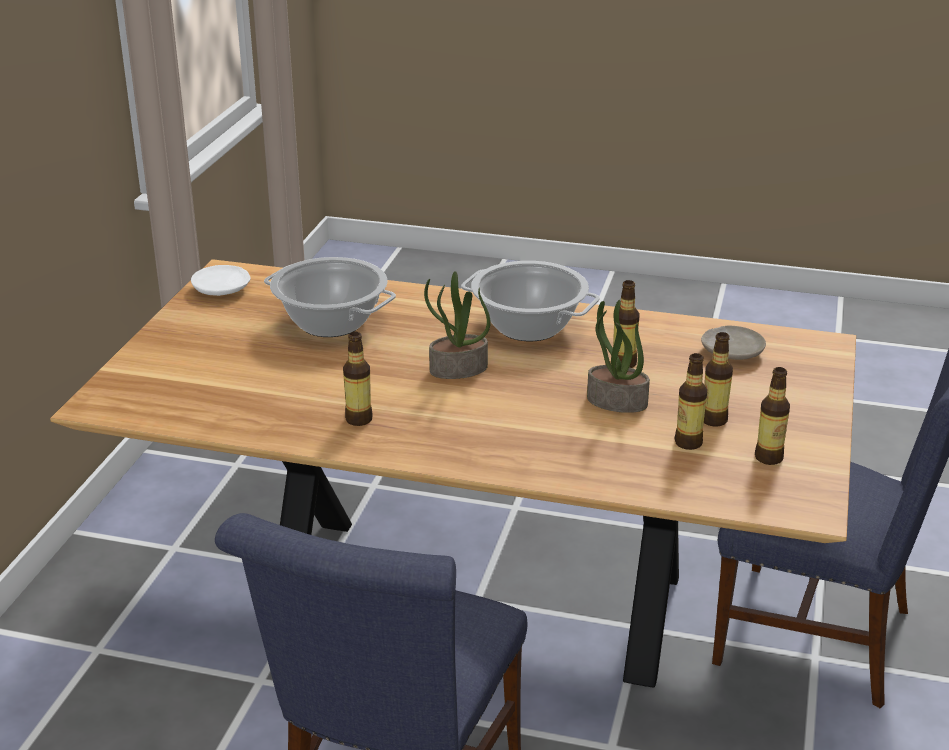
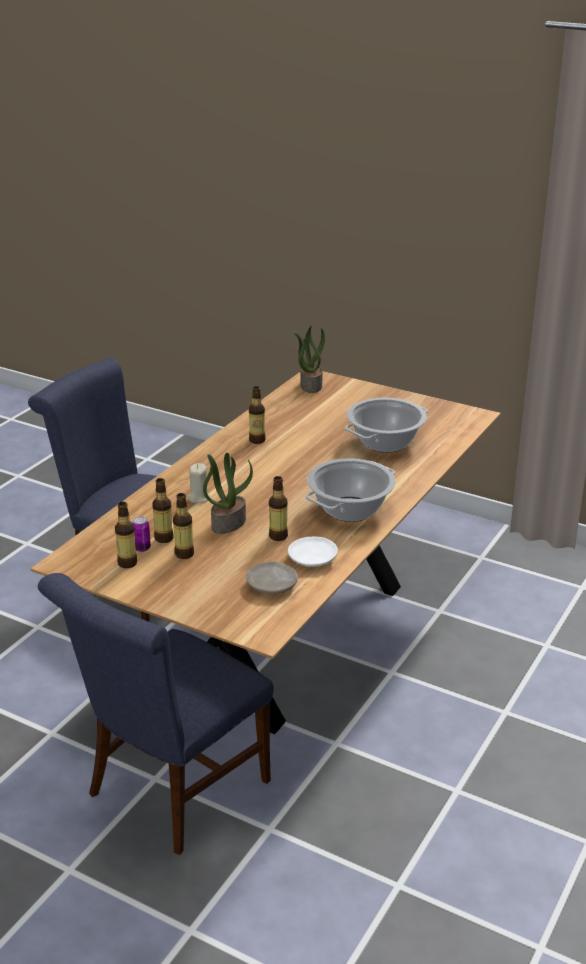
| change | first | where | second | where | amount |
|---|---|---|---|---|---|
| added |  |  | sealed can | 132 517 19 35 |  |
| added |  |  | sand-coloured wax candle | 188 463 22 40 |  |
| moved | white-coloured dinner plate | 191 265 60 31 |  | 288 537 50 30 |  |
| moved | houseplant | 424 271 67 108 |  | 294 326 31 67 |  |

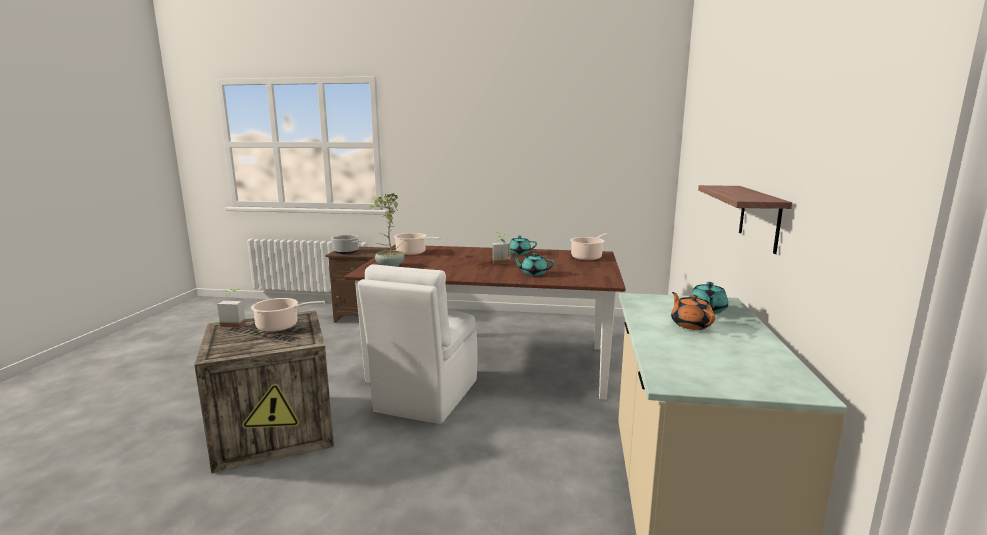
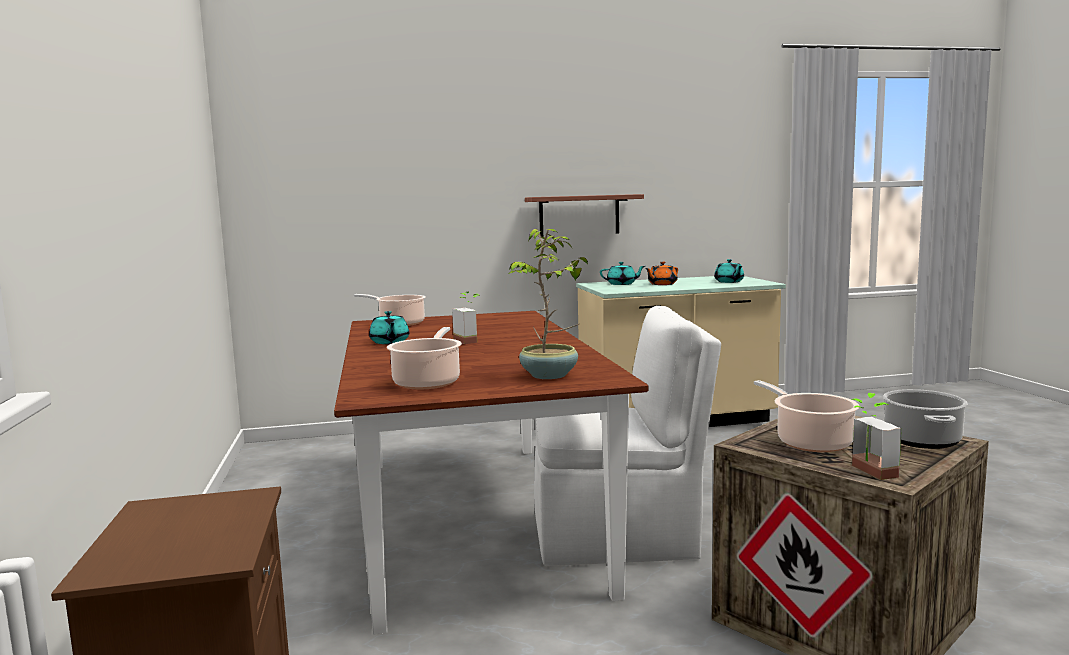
| change | first | where | second | where | amount |
|---|---|---|---|---|---|
| moved | stockpot | 330 235 31 19 |  | 883 389 85 60 |  |
| moved | turquoise-coloured tea pot | 513 253 42 23 |  | 714 259 30 24 |  |

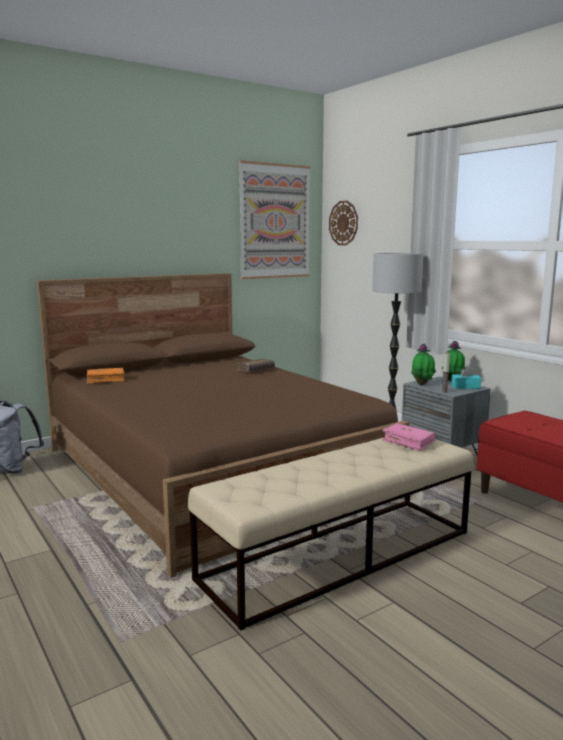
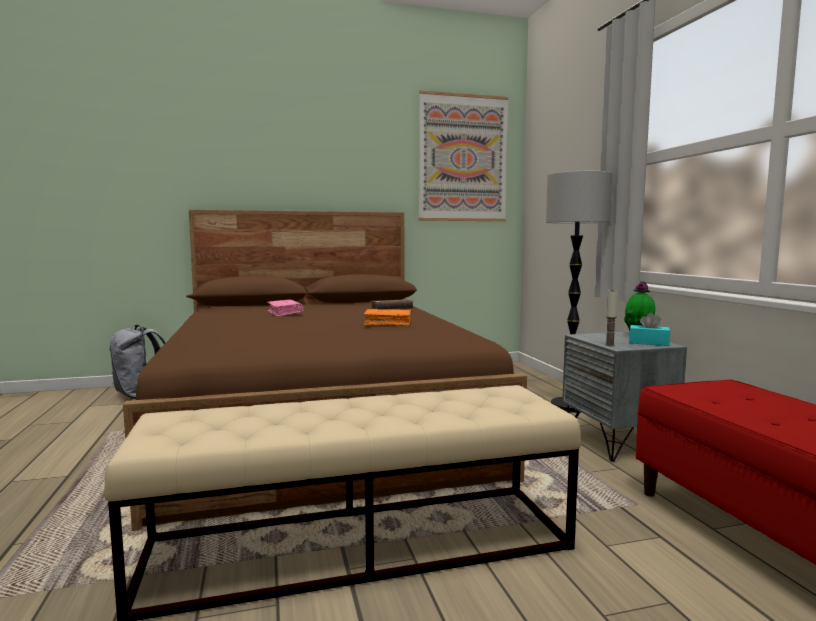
| change | first | where | second | where | amount |
|---|---|---|---|---|---|
| removed | clock on the wall | 329 201 29 44 |  |  |  |
| removed | houseplant | 411 344 25 41 |  |  |  |
| moved | orange volume | 87 368 37 16 |  | 364 309 47 17 |  |
| moved | pink-coloured volume | 382 423 54 28 |  | 267 300 37 17 |  |

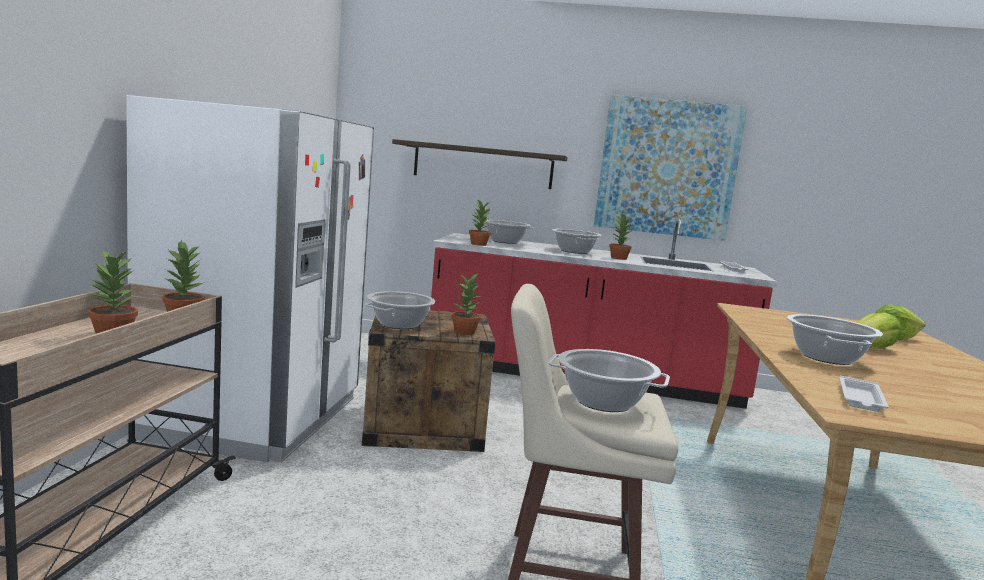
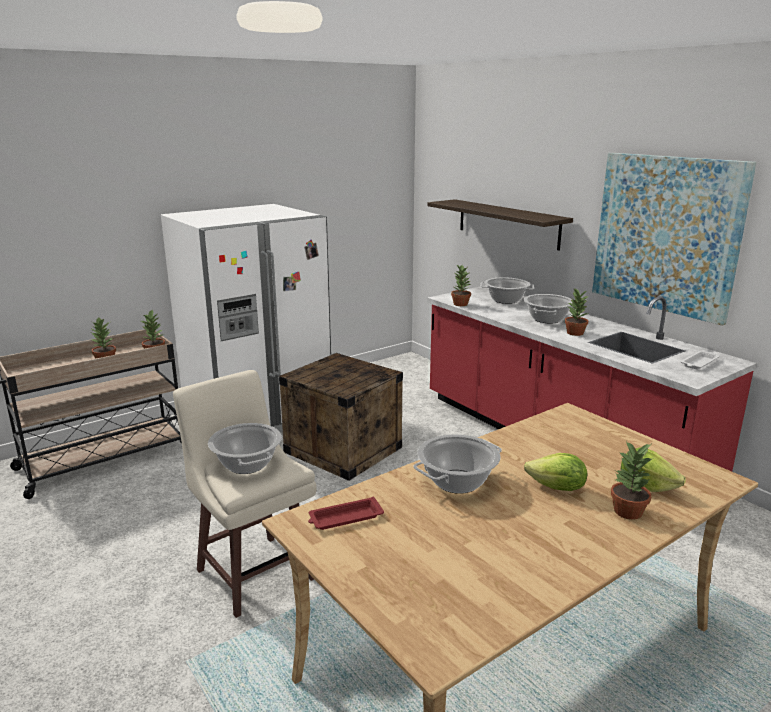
| change | first | where | second | where | amount |
|---|---|---|---|---|---|
| removed | stockpot | 365 291 70 38 |  |  |  |
| moved | houseplant | 451 273 30 62 |  | 611 441 42 79 |  |
| recoloured | white-coloured tray | 839 376 50 36 | reddish tray | 308 497 76 33 |  |

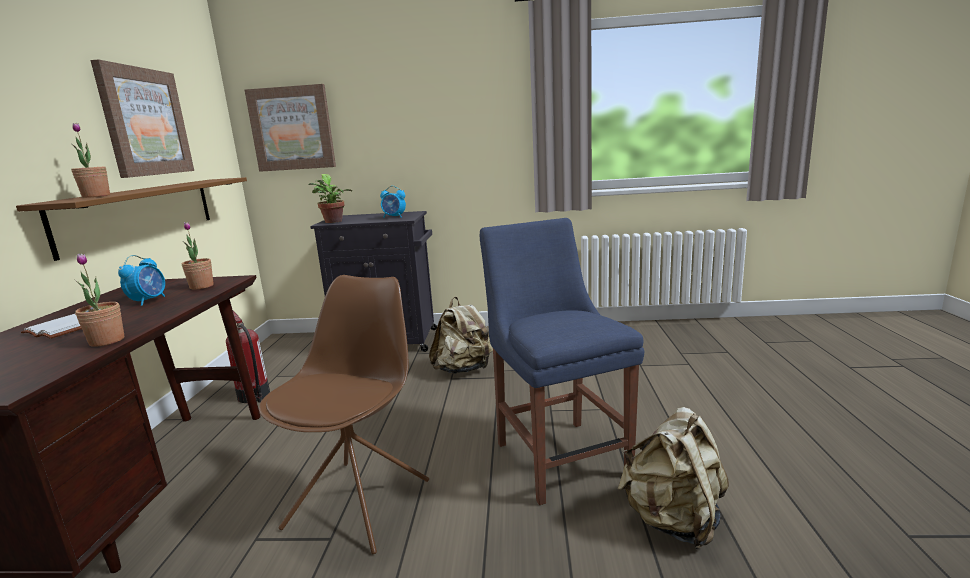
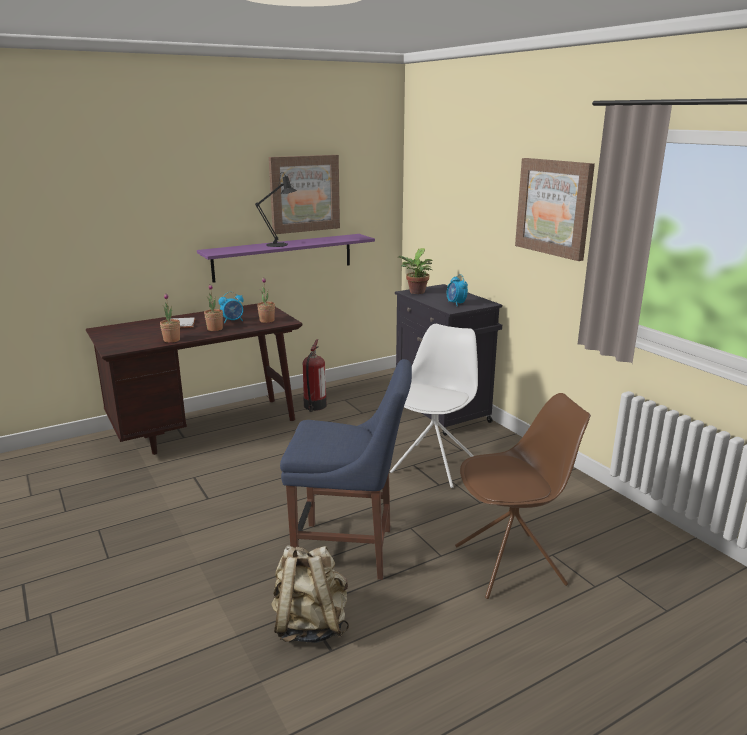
| change | first | where | second | where | amount |
|---|---|---|---|---|---|
| added |  |  | blackish table lamp | 255 172 42 75 |  |
| moved | houseplant | 71 123 39 75 |  | 204 284 19 47 |  |
| moved | wall art | 245 84 91 88 |  | 515 158 80 103 |  |
| moved | brownish upright chair | 259 275 170 280 |  | 455 393 136 206 |  |
| replaced | sand-coloured backpack | 429 297 64 77 | white-coloured upright chair | 390 324 88 164 |  |
| recoloured | brownish shelf | 16 177 231 84 | purplish shelf | 197 234 178 49 |  |
| turned | bluish upright chair | 480 218 164 287 |  | 280 359 132 221 | 60 degrees clockwise |

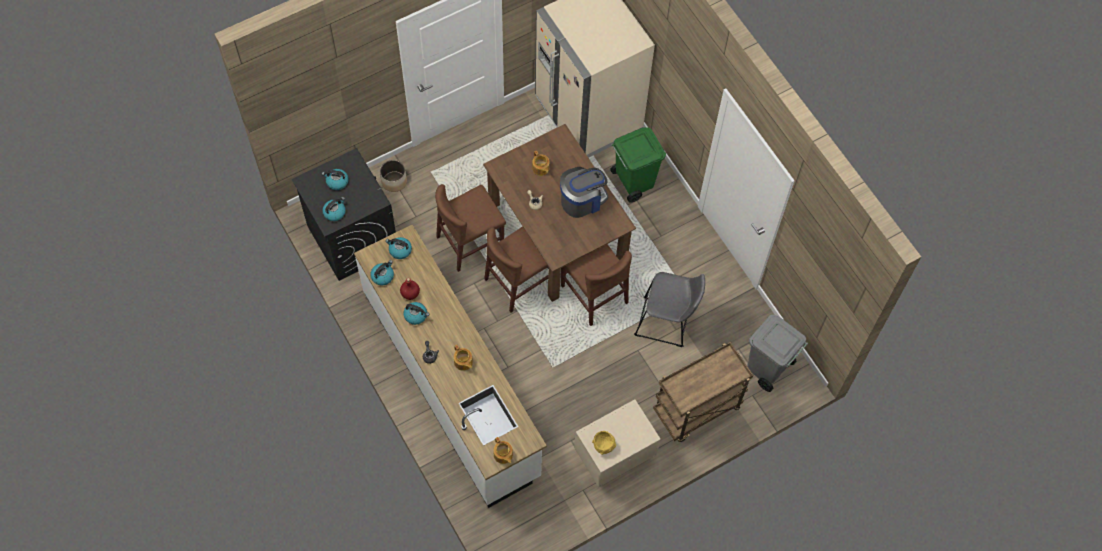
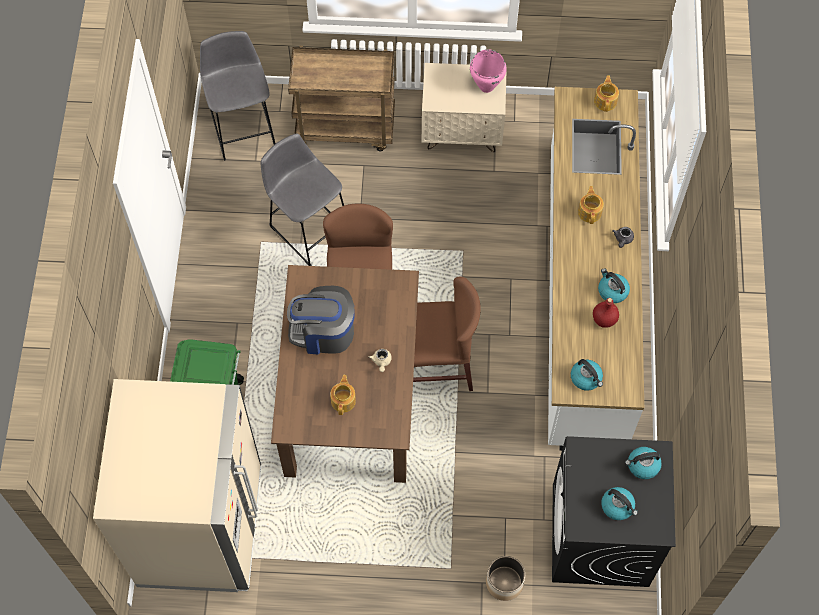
| change | first | where | second | where | amount |
|---|---|---|---|---|---|
| removed | water kettle | 370 260 24 26 |  |  |  |
| removed | brownish upright chair | 435 184 71 88 |  |  |  |
| replaced | yellow serving bowl | 592 431 24 24 | pink-coloured stockpot | 470 49 37 44 |  |
| replaced | grey trash can | 747 315 61 77 | grey stool | 200 31 76 130 |  |

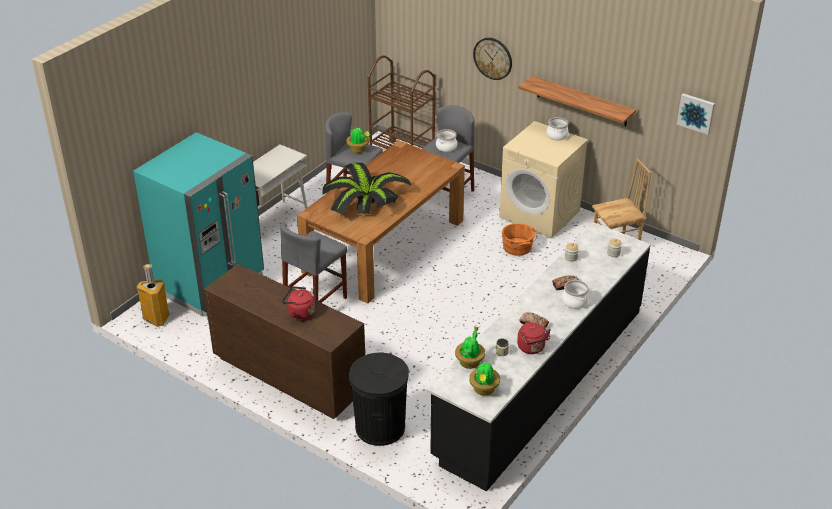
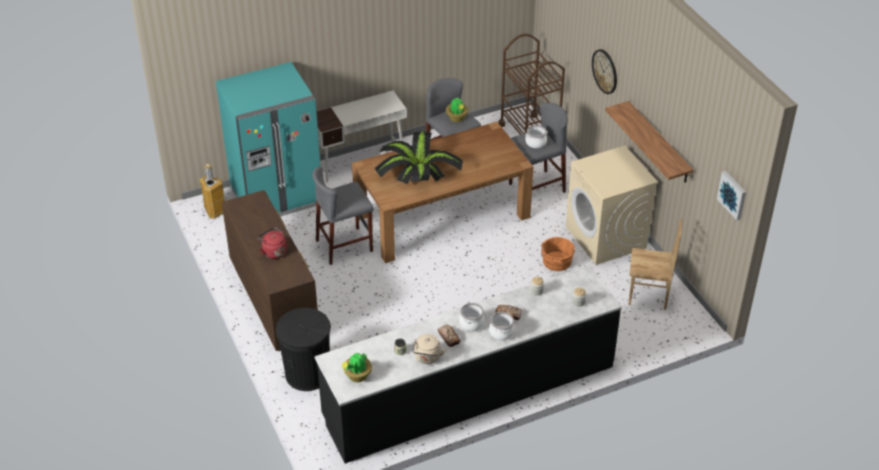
| change | first | where | second | where | amount |
|---|---|---|---|---|---|
| removed | houseplant | 455 326 30 43 |  |  |  |
| moved | stockpot | 546 117 23 24 |  | 459 303 26 28 |  |
| recoloured | reddish water kettle | 517 322 34 32 | sand-coloured water kettle | 412 334 34 30 |  |

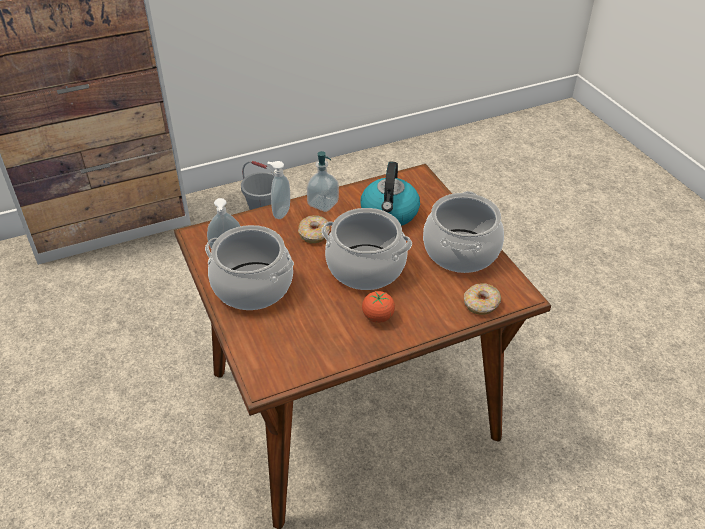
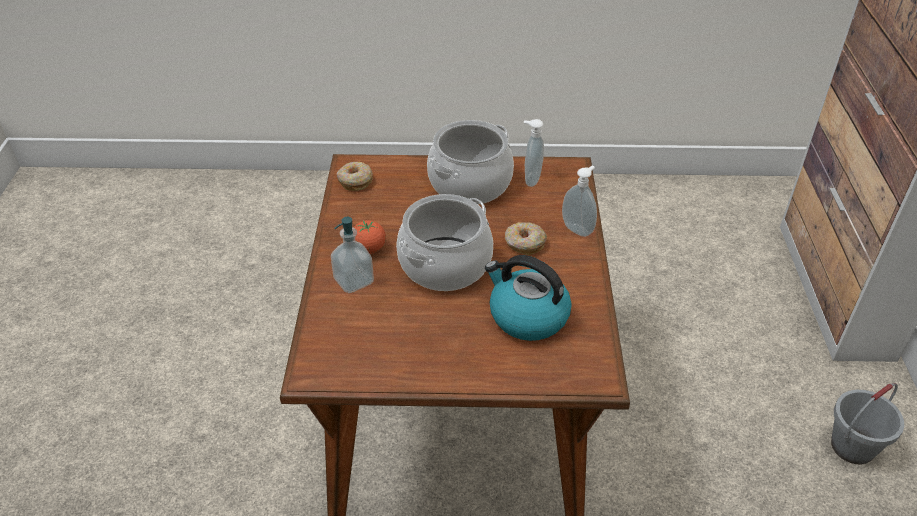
| change | first | where | second | where | amount |
|---|---|---|---|---|---|
| removed | stockpot | 423 191 81 82 |  |  |  |
| moved | soap dispenser | 307 151 32 61 |  | 331 217 43 76 |  |
| moved | donut | 464 283 37 32 |  | 337 162 36 29 |  |

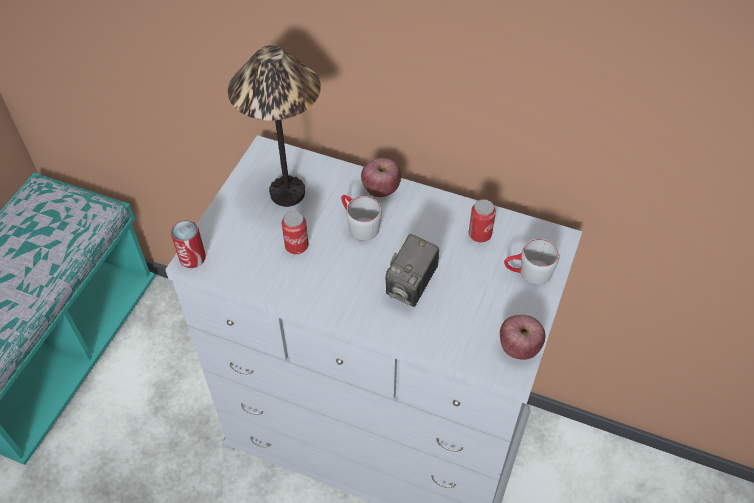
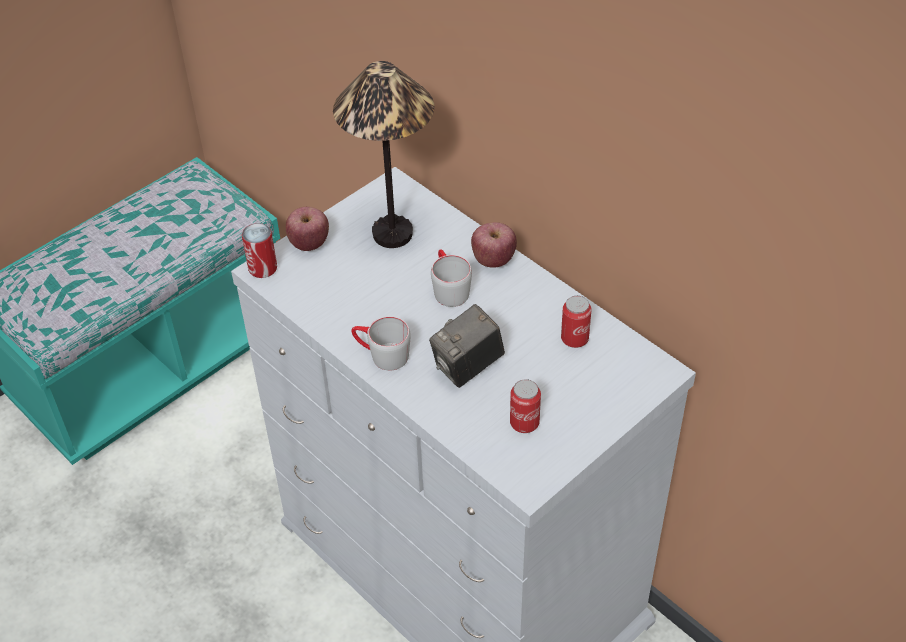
| change | first | where | second | where | amount |
|---|---|---|---|---|---|
| moved | sealed can | 282 211 27 43 |  | 510 379 31 54 |  |
| moved | whole apple | 500 315 45 45 |  | 286 207 43 44 |  |
| moved | grey tea mug | 504 239 55 46 |  | 351 316 60 55 |  |

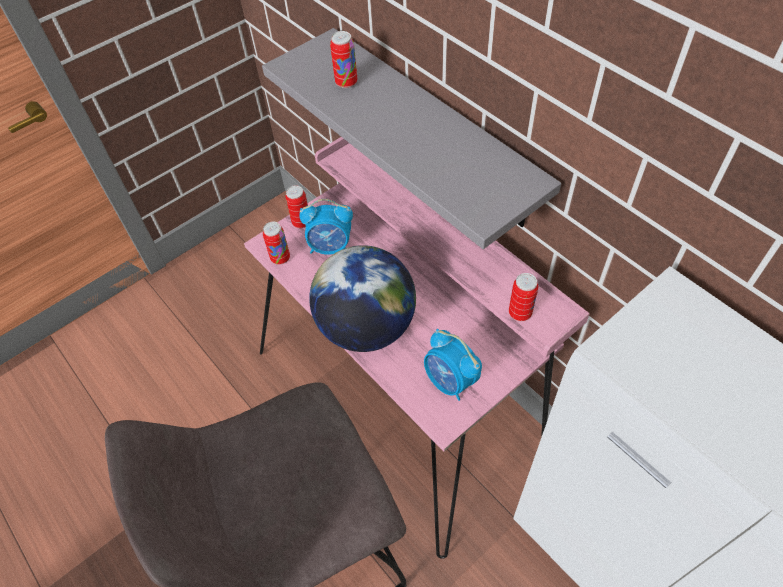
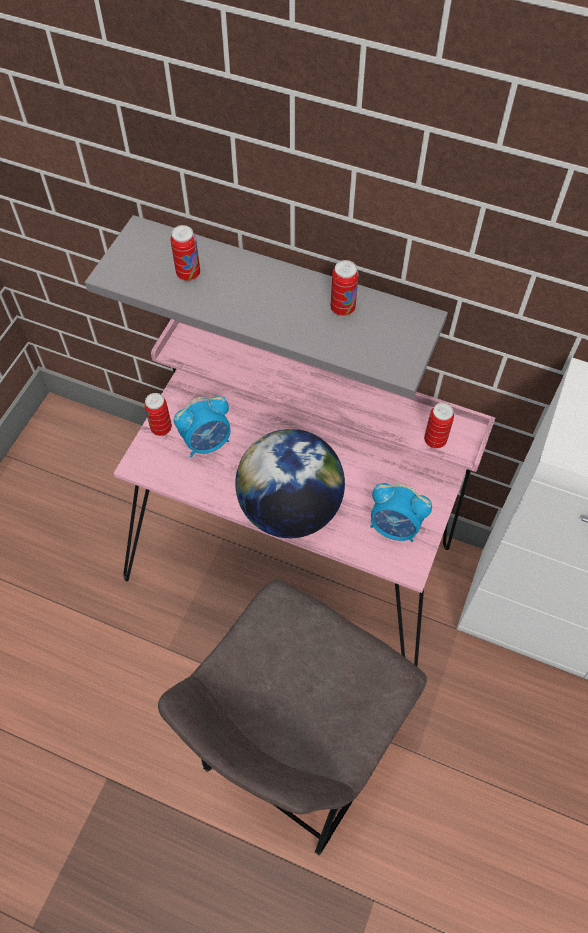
| change | first | where | second | where | amount |
|---|---|---|---|---|---|
| moved | sealed can | 263 222 27 43 |  | 331 260 28 56 |  |

